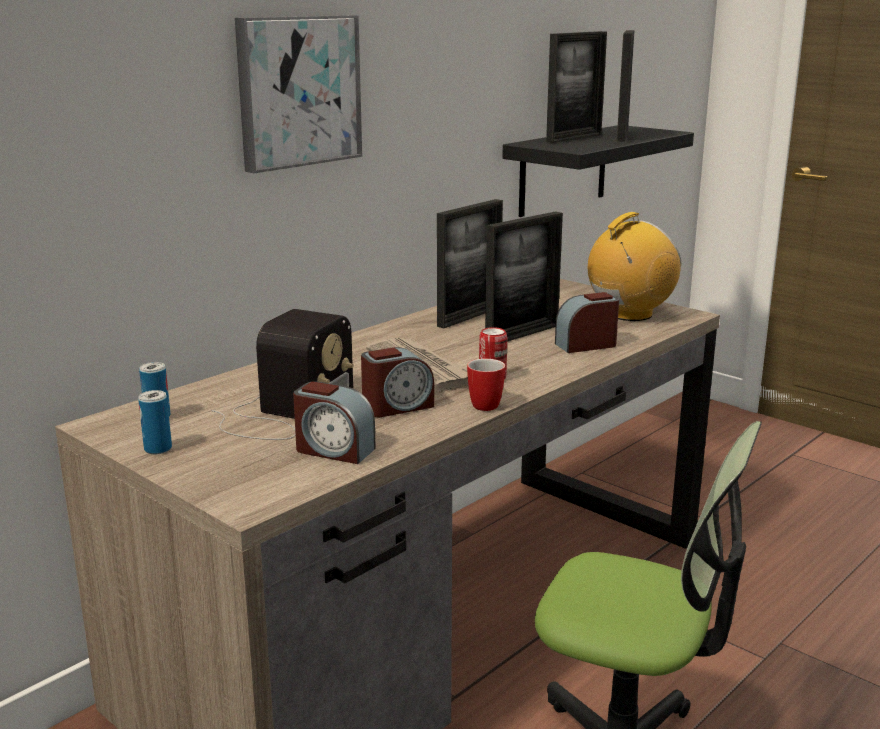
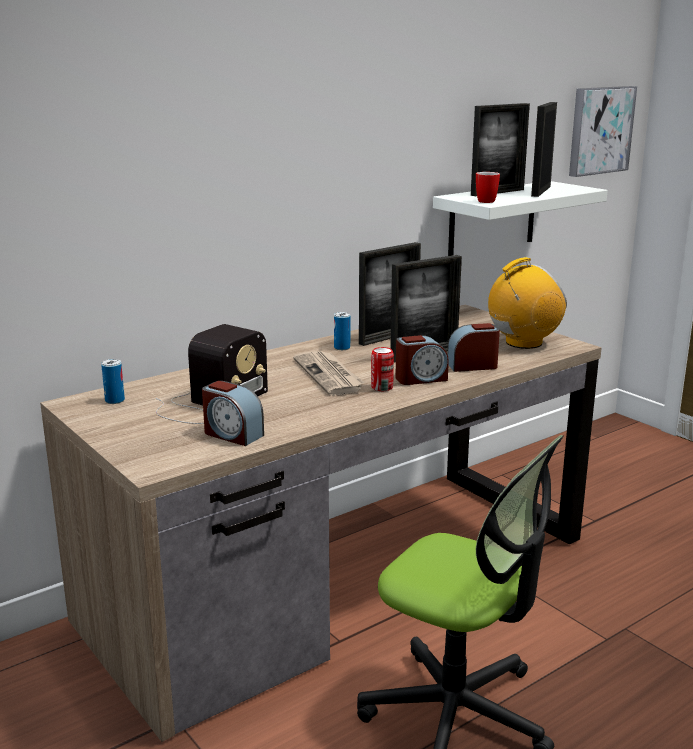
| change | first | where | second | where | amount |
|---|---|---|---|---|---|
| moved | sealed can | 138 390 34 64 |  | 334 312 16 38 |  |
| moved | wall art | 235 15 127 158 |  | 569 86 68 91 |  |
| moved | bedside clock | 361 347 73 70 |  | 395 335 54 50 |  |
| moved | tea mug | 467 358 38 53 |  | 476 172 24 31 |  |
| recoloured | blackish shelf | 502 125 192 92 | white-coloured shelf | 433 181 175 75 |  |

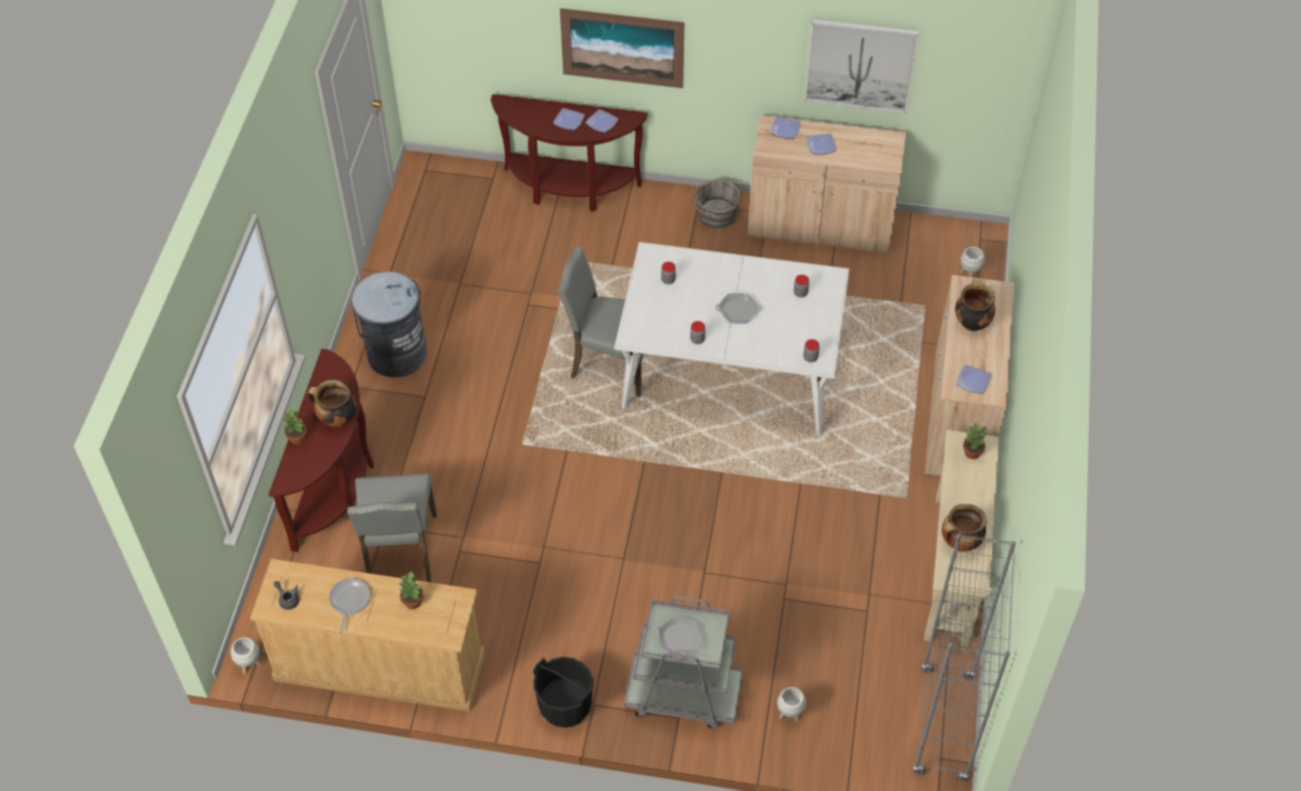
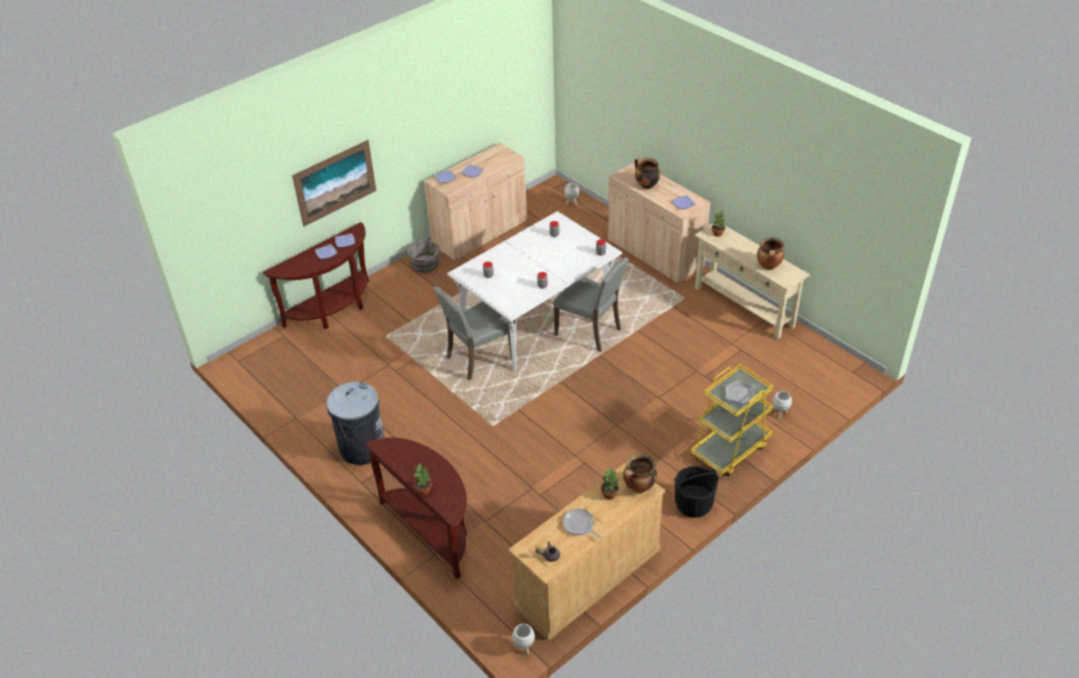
| change | first | where | second | where | amount |
|---|---|---|---|---|---|
| removed | frying pan | 715 293 46 31 |  |  |  |
| removed | wall art | 804 19 115 95 |  |  |  |
| removed | grey bookcase | 913 533 103 249 |  |  |  |
| moved | stockpot | 307 380 49 47 |  | 623 454 34 39 |  |
| moved | grey upright chair | 347 473 90 109 |  | 553 257 76 95 |  |
| recoloured | grey wheeled cart | 624 596 119 132 | yellow wheeled cart | 691 364 82 112 |  |

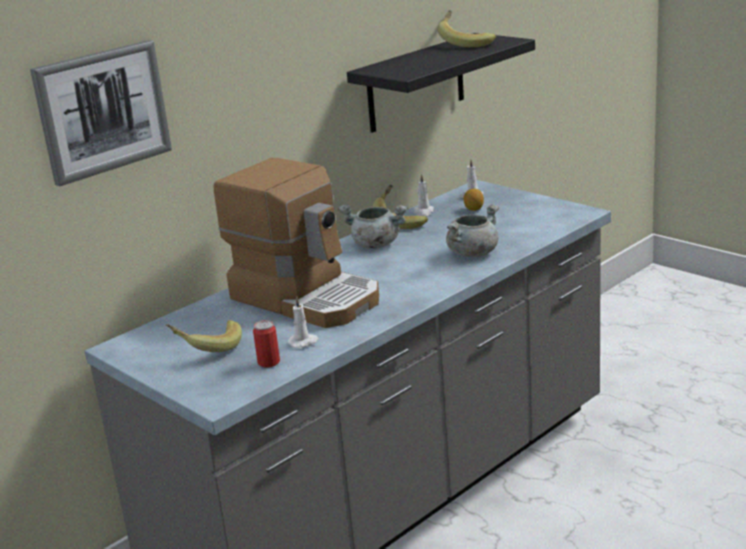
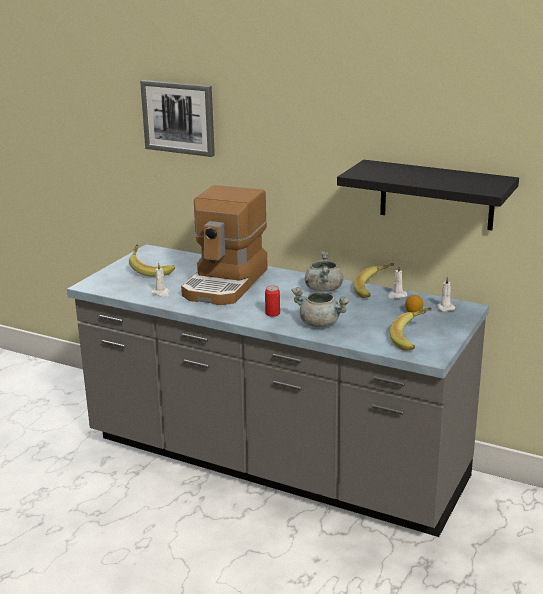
| change | first | where | second | where | amount |
|---|---|---|---|---|---|
| moved | sealed can | 253 320 27 48 |  | 265 285 15 32 |  |
| moved | banana fruit | 437 10 59 37 |  | 390 307 42 44 |  |

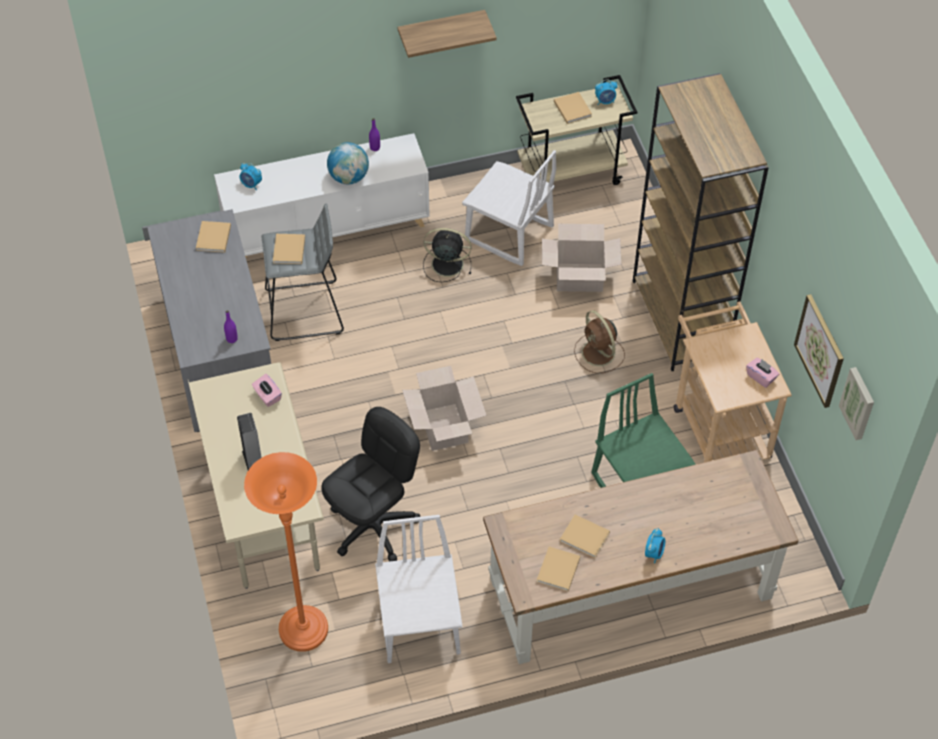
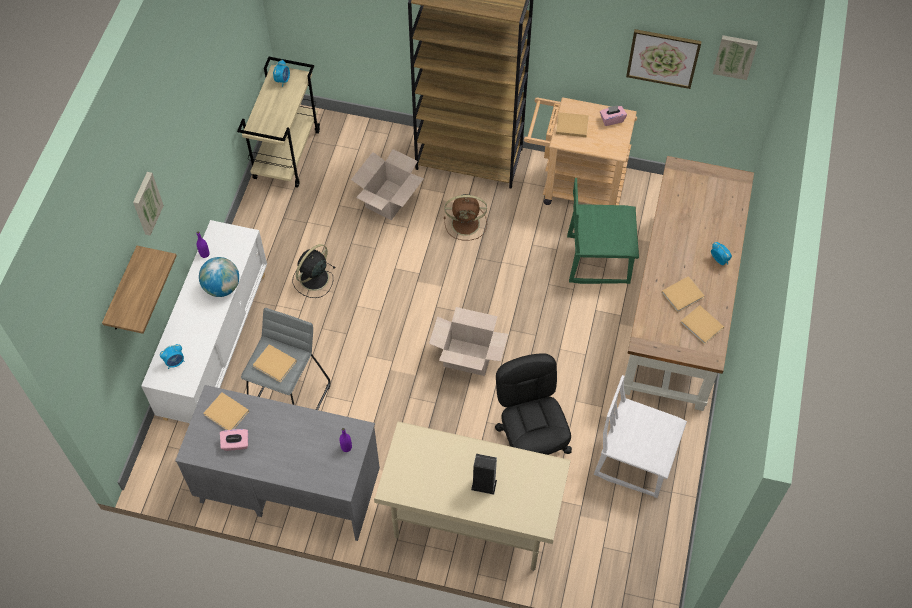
| change | first | where | second | where | amount |
|---|---|---|---|---|---|
| removed | orange standing lamp | 244 452 84 200 |  |  |  |
| removed | white-coloured upright chair | 462 150 94 116 |  |  |  |
| added |  |  | wall art | 133 172 31 64 |  |
| moved | pink-coloured tissue holder | 252 374 30 33 |  | 220 429 28 22 |  |
| moved | shelf | 397 10 100 48 |  | 102 246 75 88 |  |
| moved | sand-coloured volume | 554 92 38 32 |  | 556 112 33 25 |  |

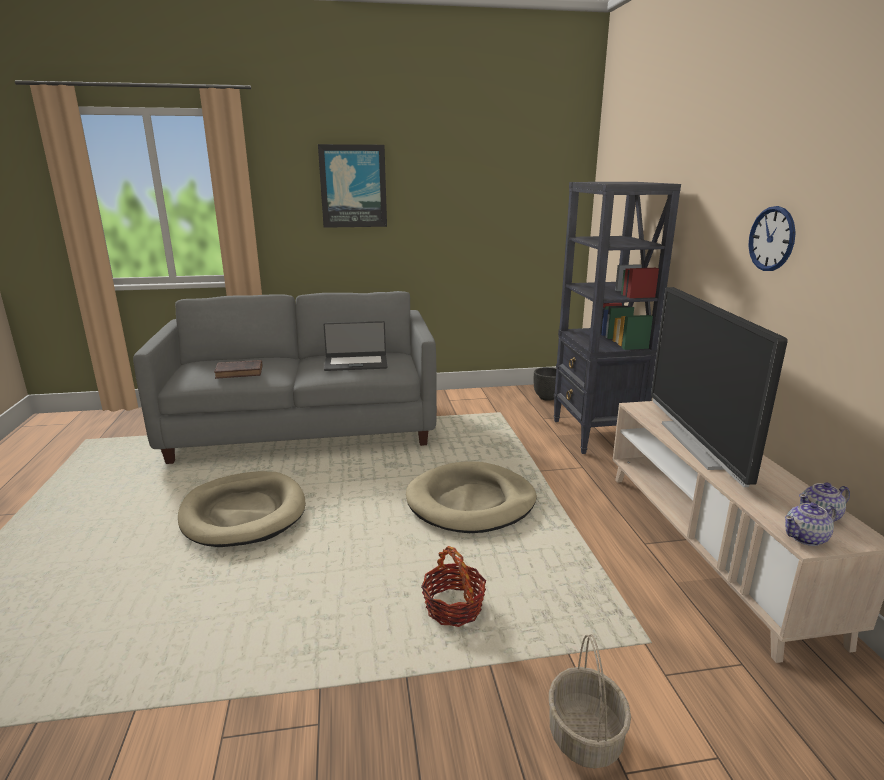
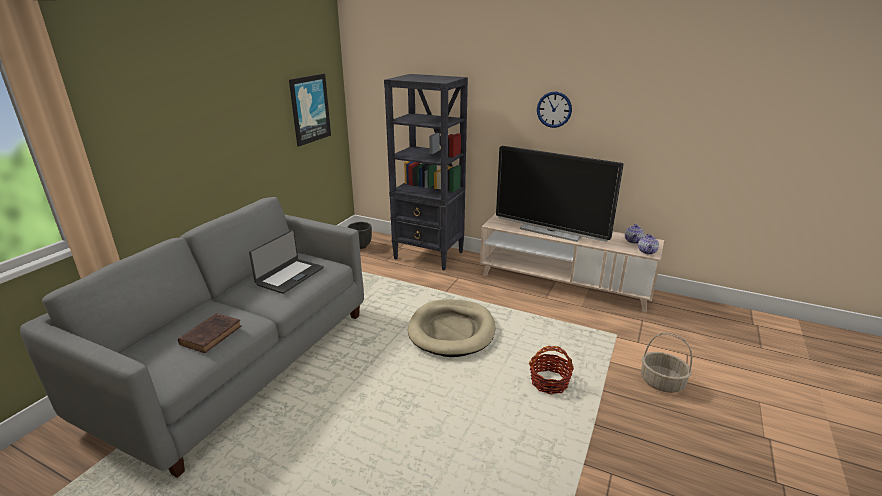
| change | first | where | second | where | amount |
|---|---|---|---|---|---|
| removed | sand-coloured dog bed | 178 471 128 76 |  |  |  |
| moved | wall art | 318 144 69 84 |  | 289 74 42 72 |  |

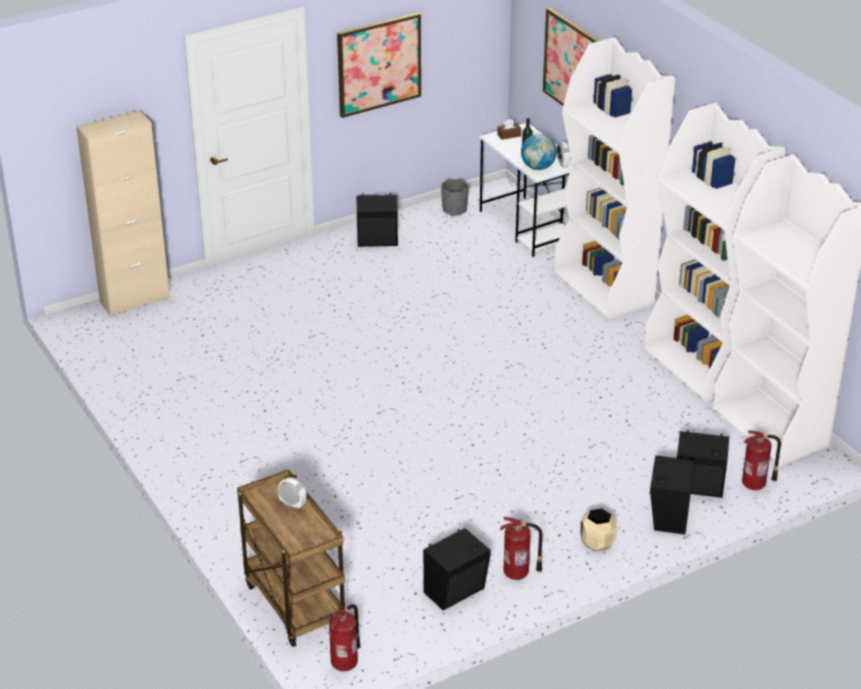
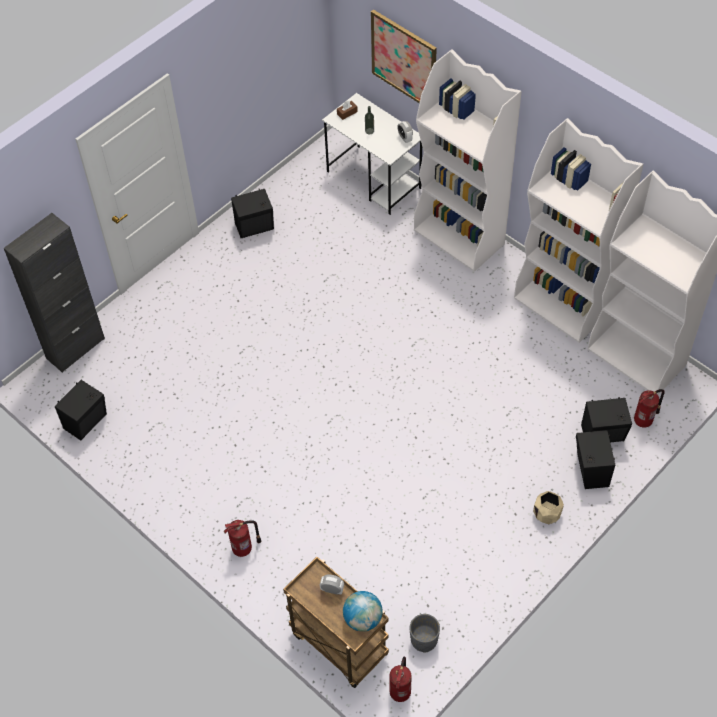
| change | first | where | second | where | amount |
|---|---|---|---|---|---|
| removed | wall art | 337 12 84 106 |  |  |  |
| moved | blackish speaker | 423 528 68 82 |  | 55 380 52 60 |  |
| moved | grey plant pot | 441 179 28 37 |  | 410 614 30 39 |  |
| moved | fire extinguisher | 500 517 42 63 |  | 224 520 37 37 |  |
| moved | globe | 521 134 36 36 |  | 343 591 40 41 |  |
| recoloured | sand-coloured cabinet | 76 110 94 206 | blackish cabinet | 4 213 101 160 |  |

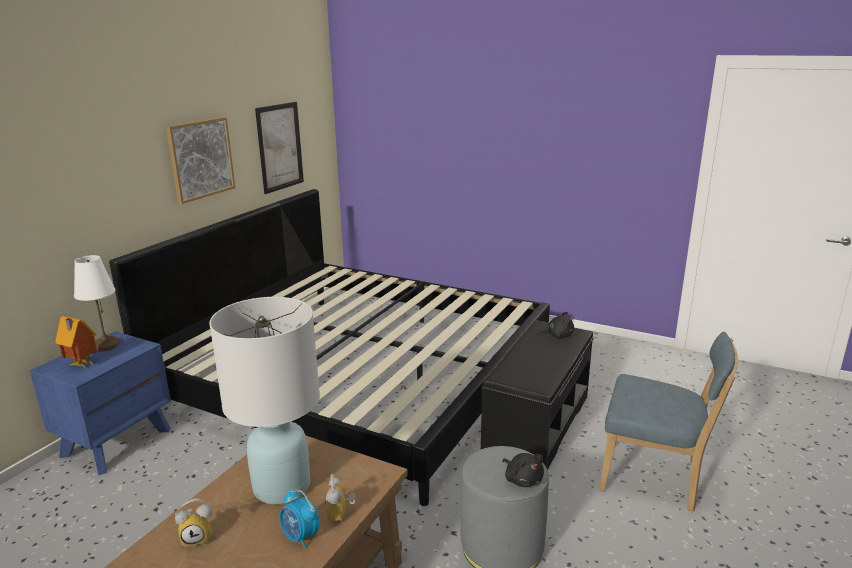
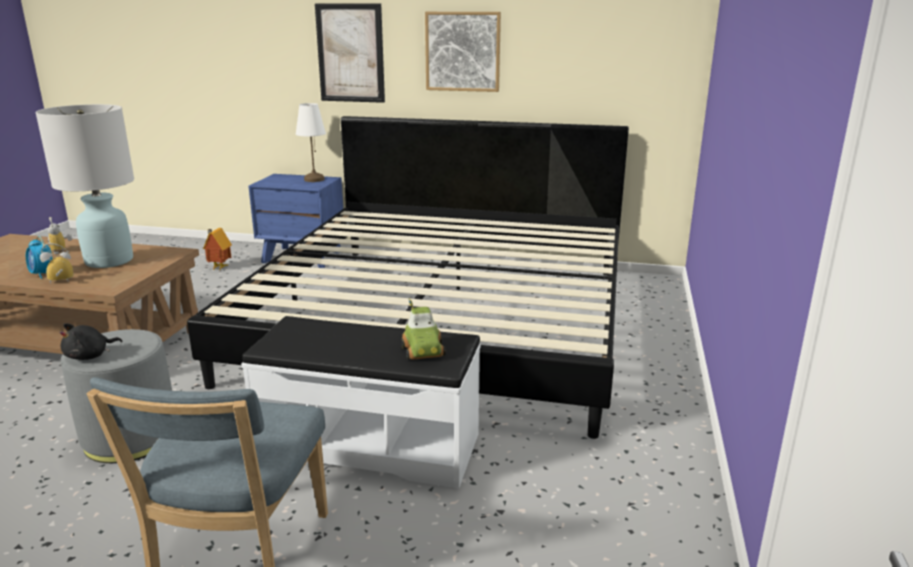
| change | first | where | second | where | amount |
|---|---|---|---|---|---|
| moved | miniature house | 55 316 42 52 |  | 203 228 29 43 |  |
| moved | wall art | 255 102 49 92 |  | 315 4 70 99 |  |
| replaced | blackish soft toy | 537 312 37 27 | toy car | 401 299 45 61 |  |
| recoloured | blackish bench | 481 320 113 150 | white-coloured bench | 241 316 239 173 |  |
| turned | bedside clock | 280 490 39 58 |  | 26 236 27 43 | 75 degrees counterclockwise |

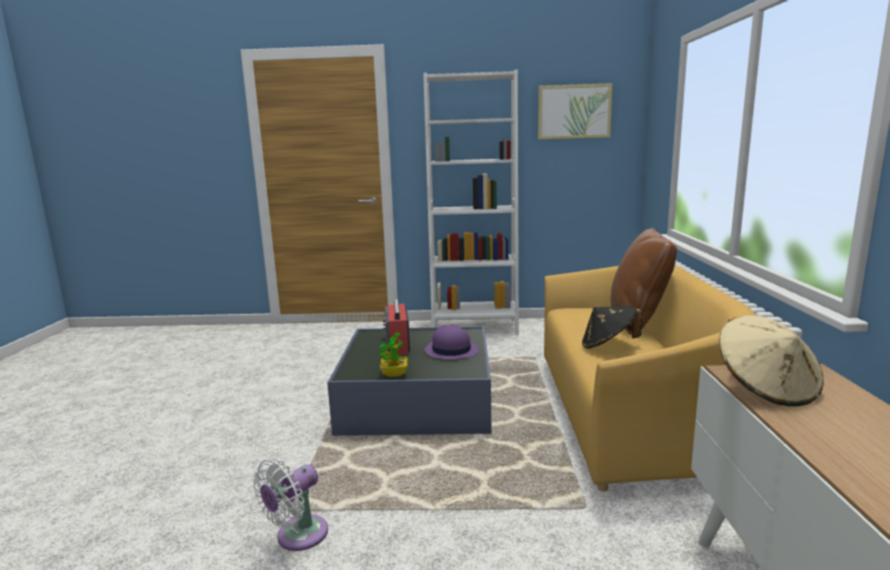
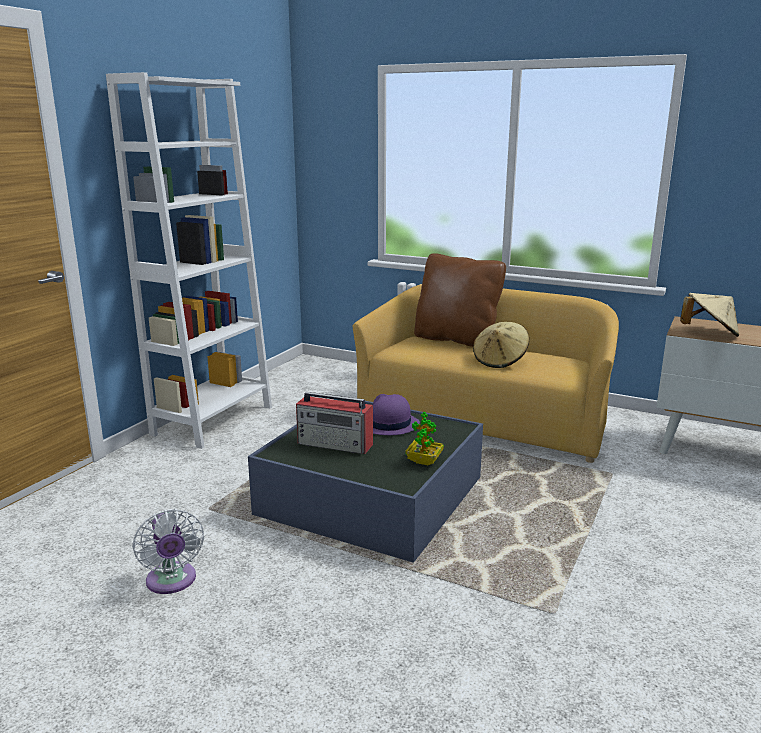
| change | first | where | second | where | amount |
|---|---|---|---|---|---|
| removed | wall art | 538 83 74 56 |  |  |  |
| moved | white-coloured electric fan | 253 459 75 92 |  | 132 509 72 85 |  |
| recoloured | blackish wearable hat | 582 306 60 43 | sand-coloured wearable hat | 473 322 56 46 |  |

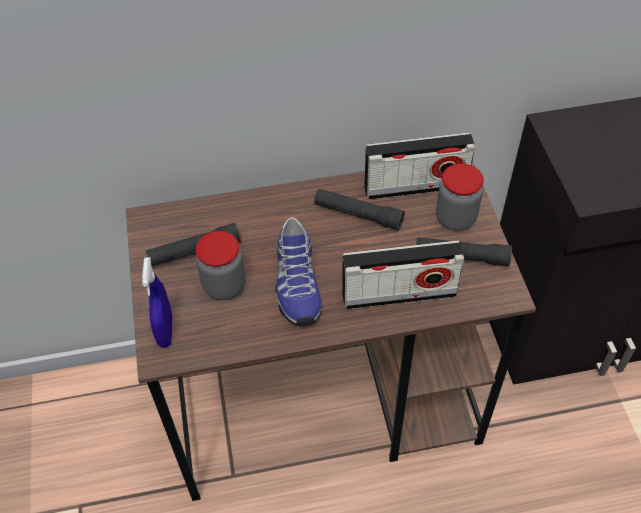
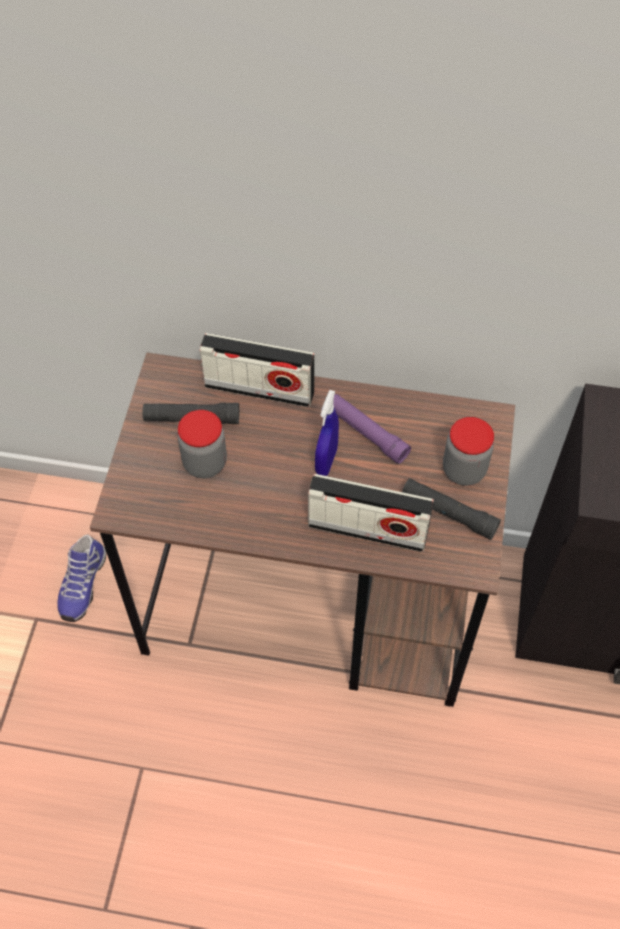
| change | first | where | second | where | amount |
|---|---|---|---|---|---|
| moved | bluish spray bottle | 142 257 31 91 |  | 315 390 24 86 |  |
| moved | item of footwear | 275 217 47 109 |  | 57 535 50 87 |  |
| moved | radio set | 364 133 111 67 |  | 200 333 115 74 |  |
| recoloured | blackish hand torch | 314 189 91 42 | purplish hand torch | 333 394 78 70 |  |

